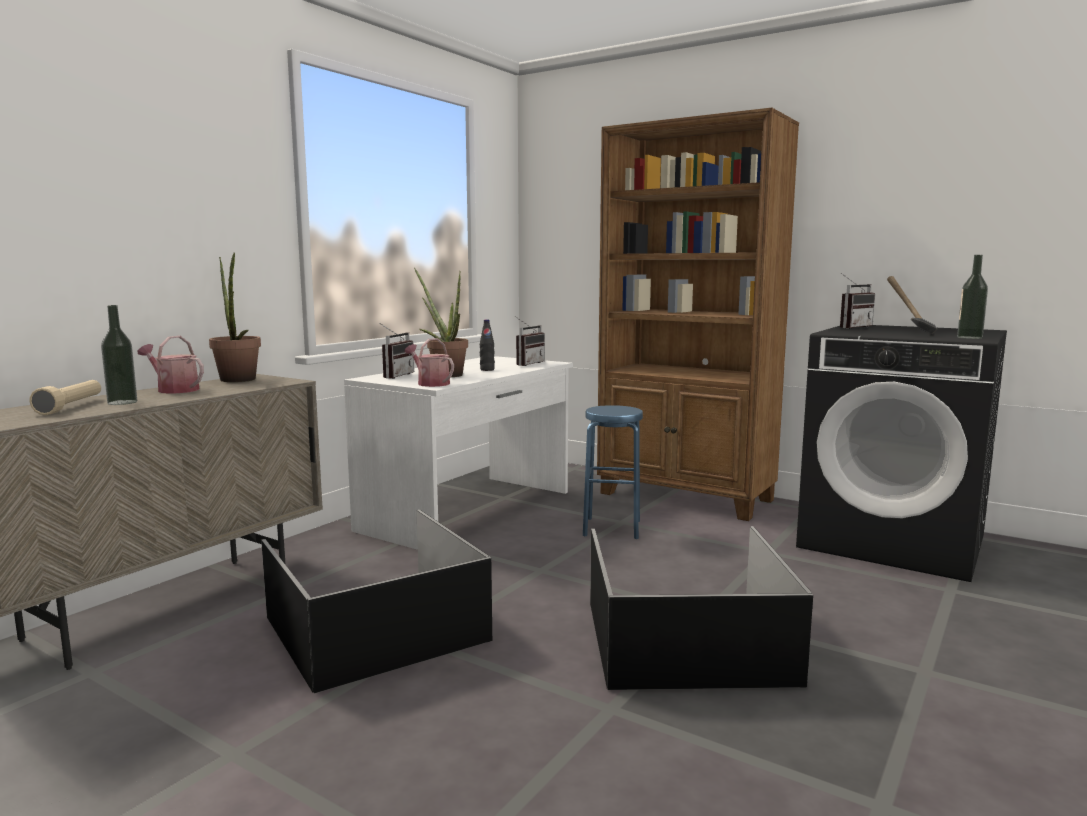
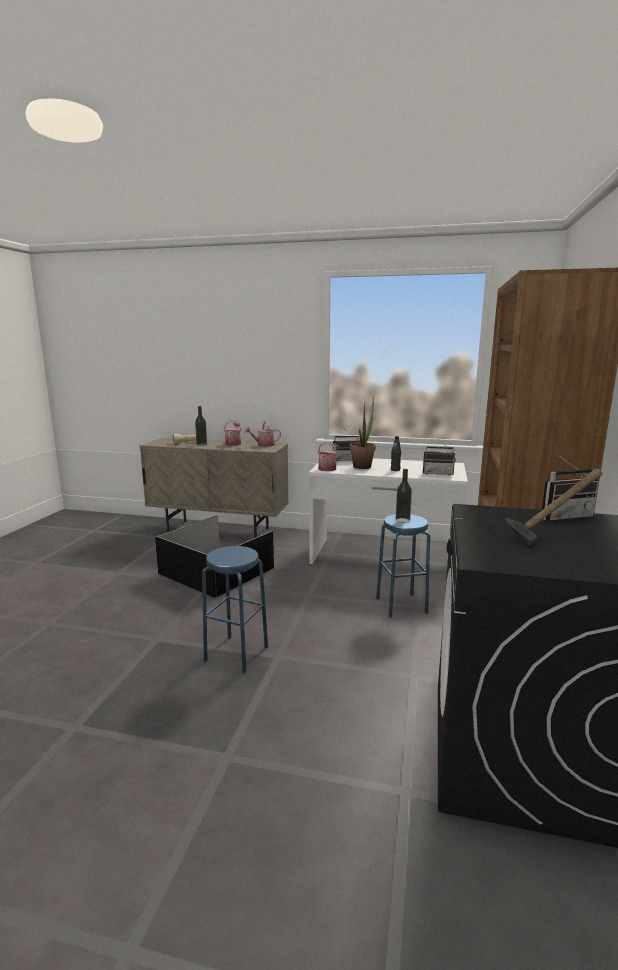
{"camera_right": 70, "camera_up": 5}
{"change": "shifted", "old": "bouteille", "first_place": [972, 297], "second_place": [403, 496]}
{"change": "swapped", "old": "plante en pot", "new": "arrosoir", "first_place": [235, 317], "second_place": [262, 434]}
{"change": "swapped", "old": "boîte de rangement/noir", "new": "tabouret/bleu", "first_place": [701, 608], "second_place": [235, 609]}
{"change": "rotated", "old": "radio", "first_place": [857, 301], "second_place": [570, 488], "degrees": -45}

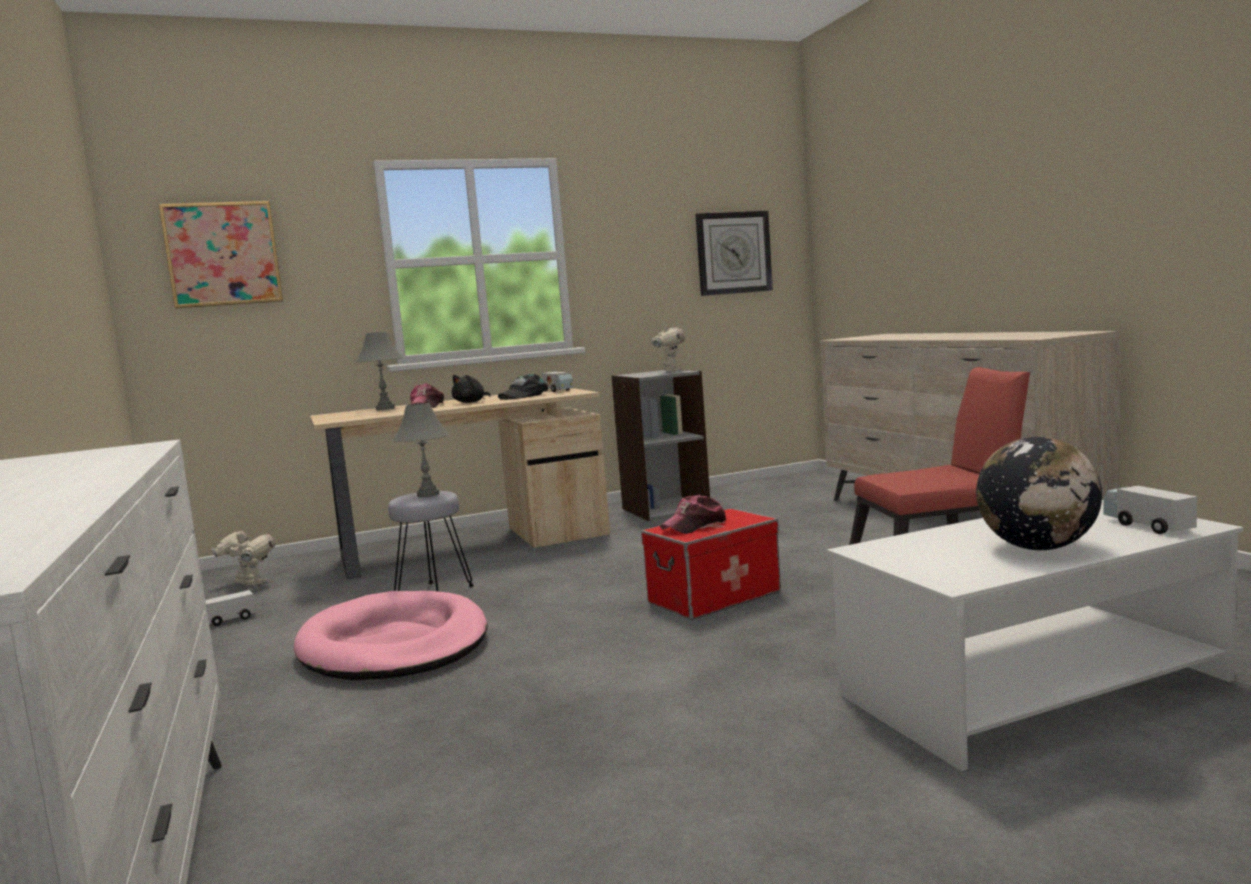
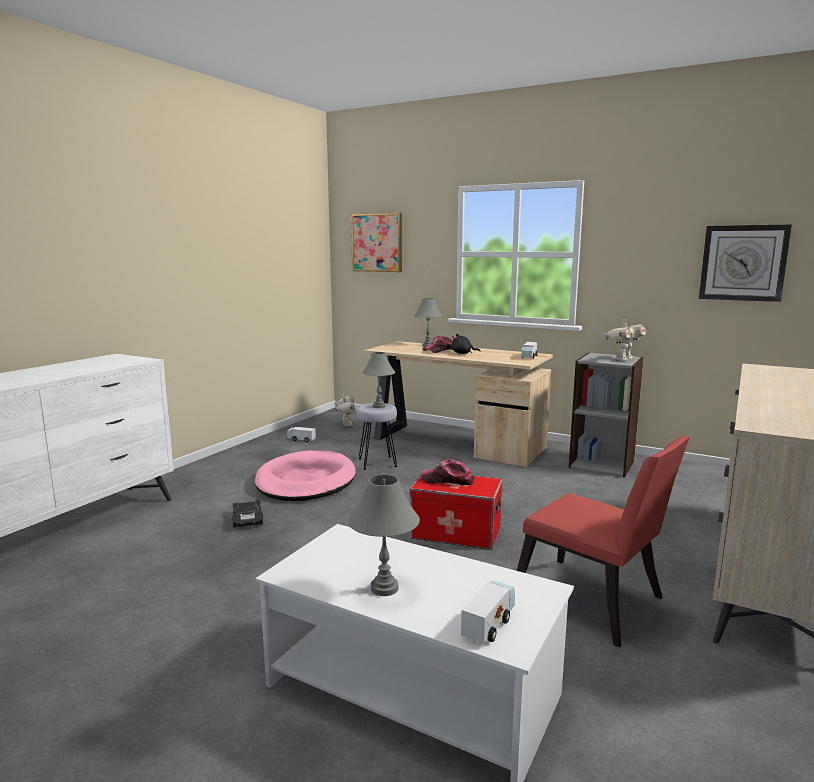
{"camera_right": 50, "camera_up": 5}
{"change": "gone", "old": "casquette/noir", "first_place": [522, 387]}
{"change": "new", "new": "petite voiture/noir", "second_place": [247, 514]}
{"change": "swapped", "old": "globe", "new": "lampe de table/gris", "first_place": [1039, 493], "second_place": [384, 535]}

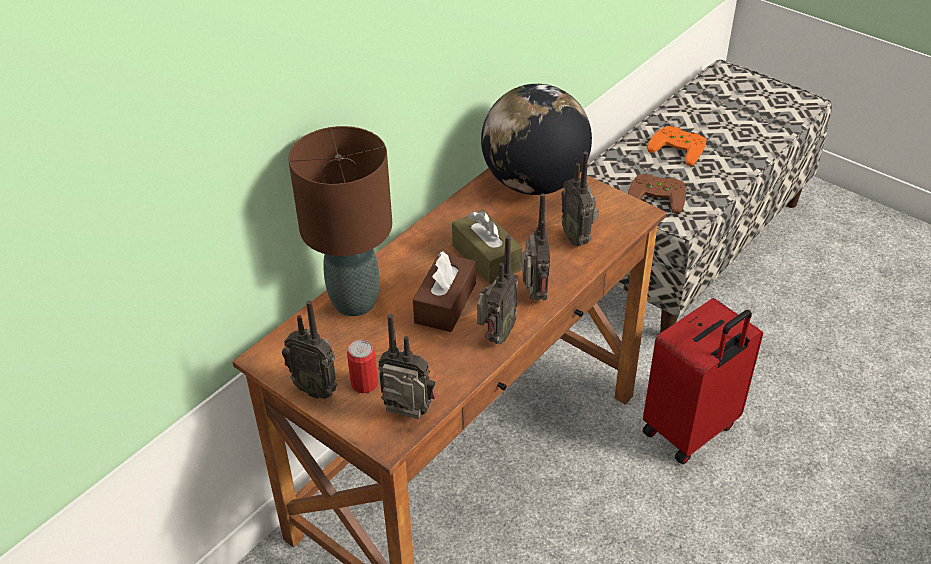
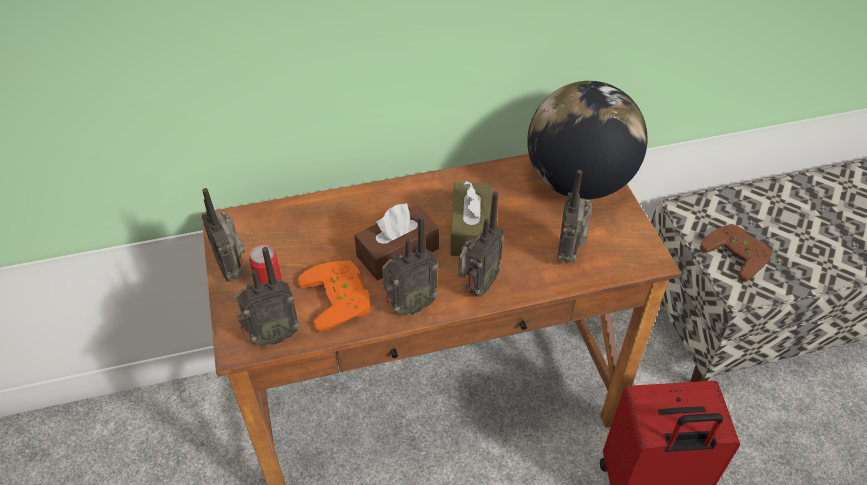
{"camera_right": 35, "camera_up": 5}
{"change": "gone", "old": "lampe de table/marron", "first_place": [340, 221]}
{"change": "shifted", "old": "manette/orange", "first_place": [676, 146], "second_place": [334, 296]}
{"change": "rotated", "old": "radio", "first_place": [407, 366], "second_place": [268, 296], "degrees": 105}

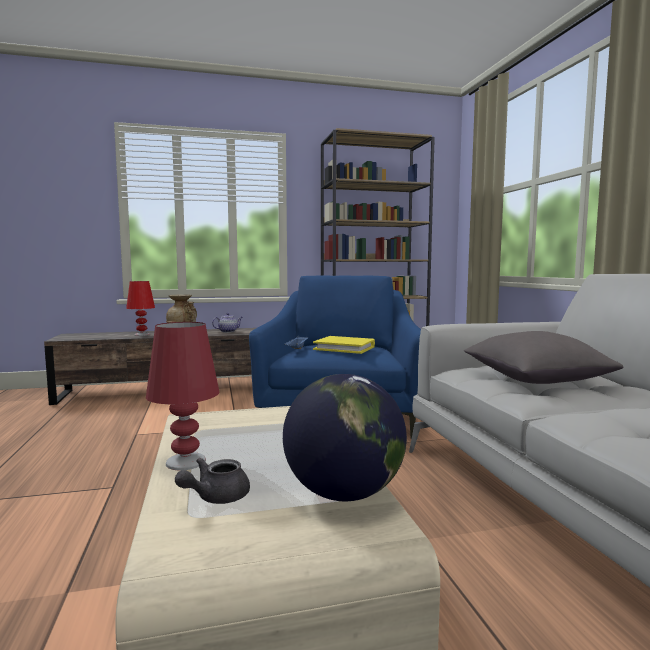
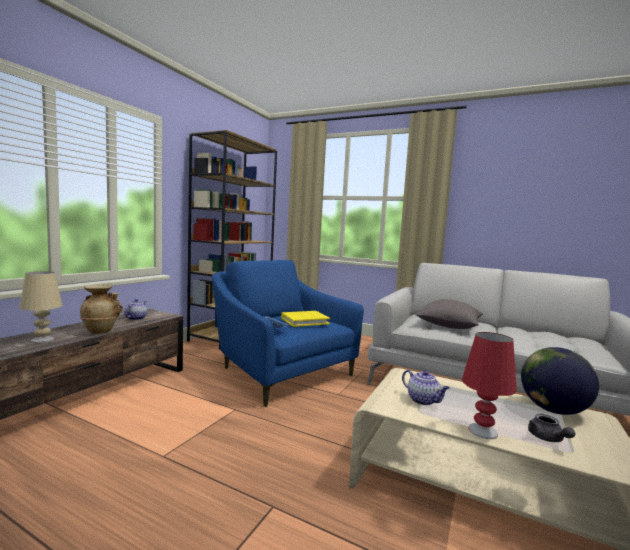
{"camera_right": -50, "camera_up": 0}
{"change": "new", "new": "théière", "second_place": [426, 387]}
{"change": "repainted", "old": "lampe de table/rouge", "new": "lampe de table/beige", "first_place": [140, 308], "second_place": [40, 307]}

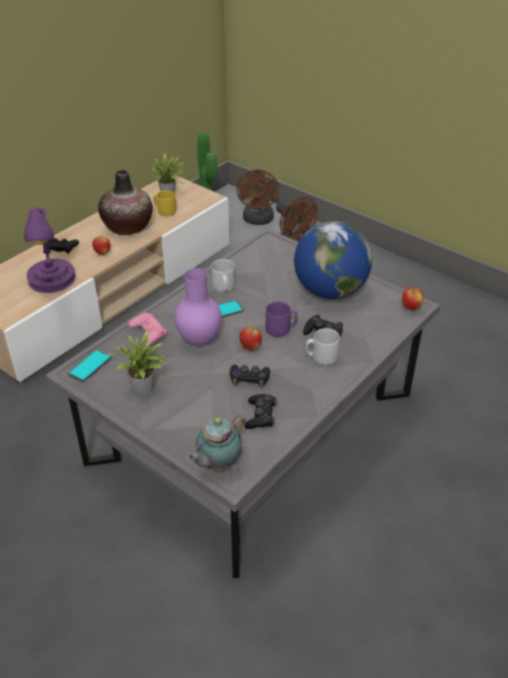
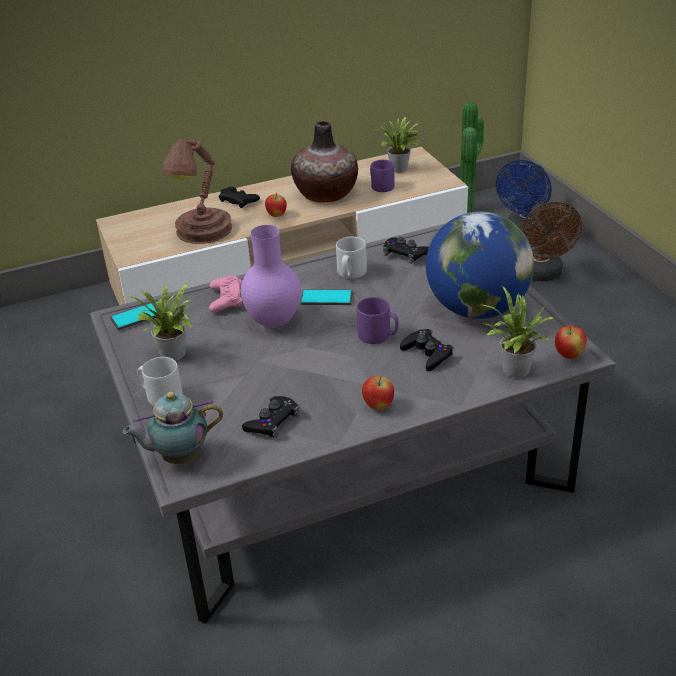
{"camera_right": 30, "camera_up": -5}
{"change": "new", "new": "plante en pot", "second_place": [518, 332]}
{"change": "shifted", "old": "manette/noir", "first_place": [250, 376], "second_place": [406, 250]}
{"change": "shifted", "old": "pomme", "first_place": [250, 338], "second_place": [378, 393]}
{"change": "shifted", "old": "mug/gris", "first_place": [323, 346], "second_place": [160, 381]}
{"change": "repainted", "old": "lampe de table/violet", "new": "lampe de table/marron", "first_place": [50, 250], "second_place": [197, 191]}
{"change": "repainted", "old": "mug/jaune", "new": "mug/violet", "first_place": [165, 203], "second_place": [382, 176]}
{"change": "repainted", "old": "ventilateur/marron", "new": "ventilateur/bleu", "first_place": [257, 197], "second_place": [524, 198]}

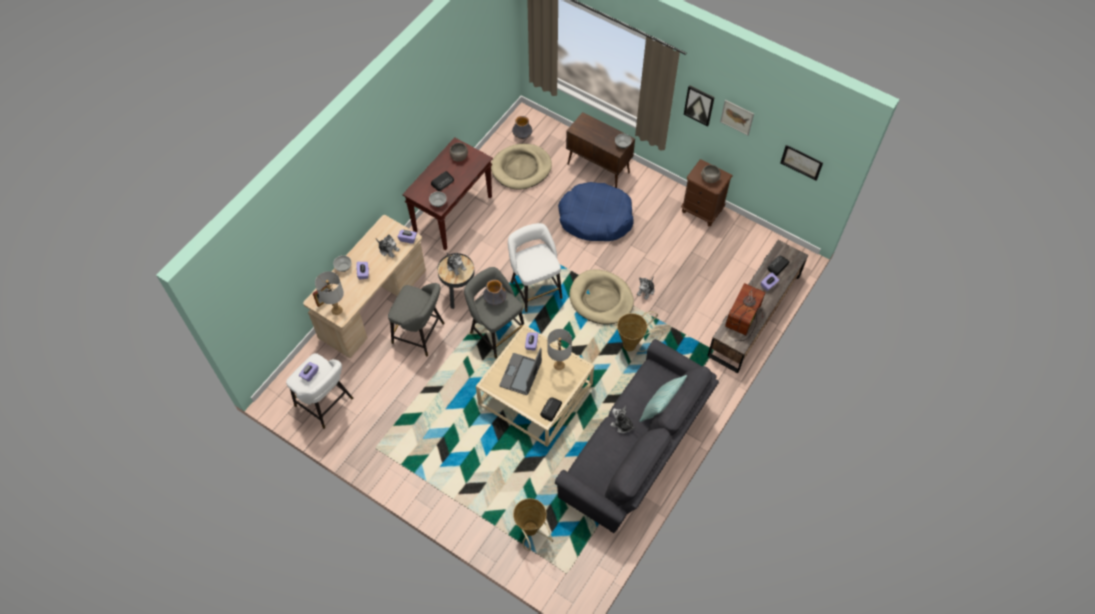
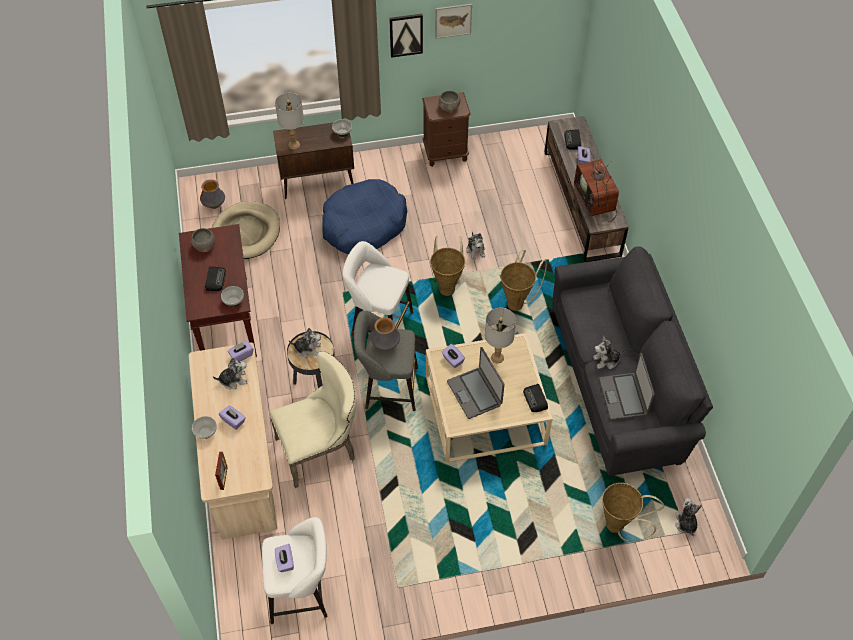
{"camera_right": -45, "camera_up": -5}
{"change": "gone", "old": "coussin", "first_place": [663, 398]}
{"change": "gone", "old": "tableau", "first_place": [801, 163]}
{"change": "new", "new": "ordinateur portable", "second_place": [627, 386]}
{"change": "new", "new": "peluche", "second_place": [688, 517]}
{"change": "shifted", "old": "lampe de table/gris", "first_place": [329, 293], "second_place": [289, 121]}
{"change": "swapped", "old": "tabouret/gris", "new": "chaise/beige", "first_place": [416, 319], "second_place": [312, 419]}
{"change": "swapped", "old": "panier pour chien/beige", "new": "panier", "first_place": [601, 297], "second_place": [447, 266]}

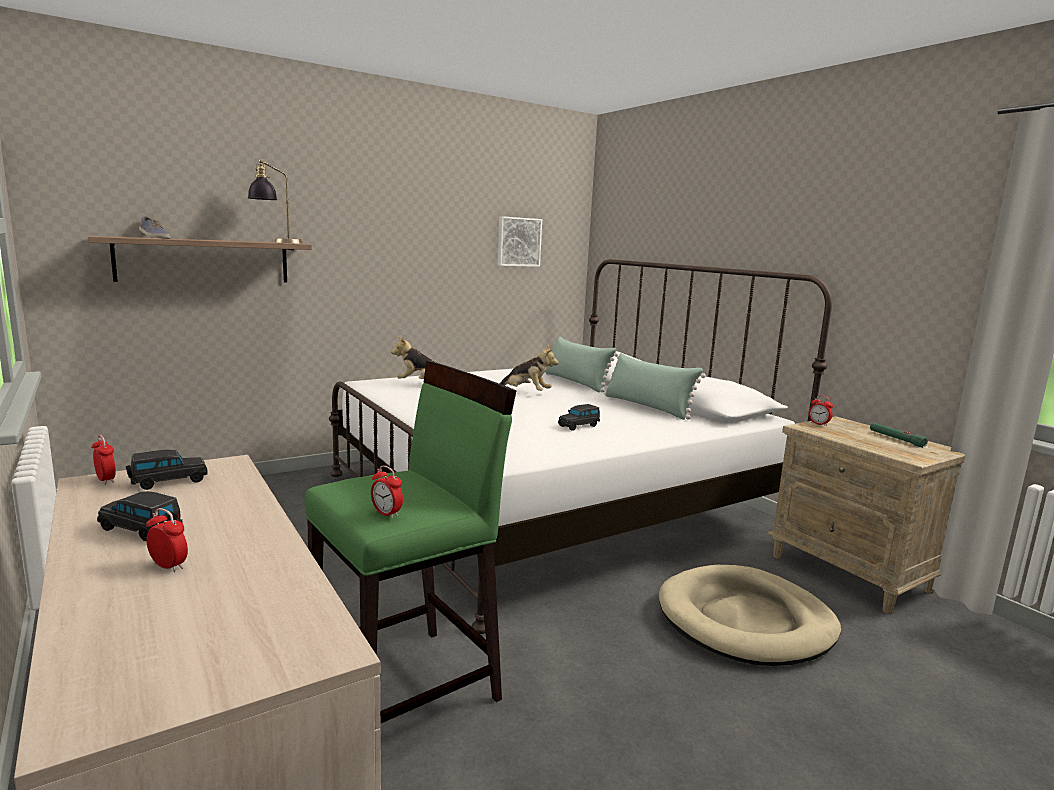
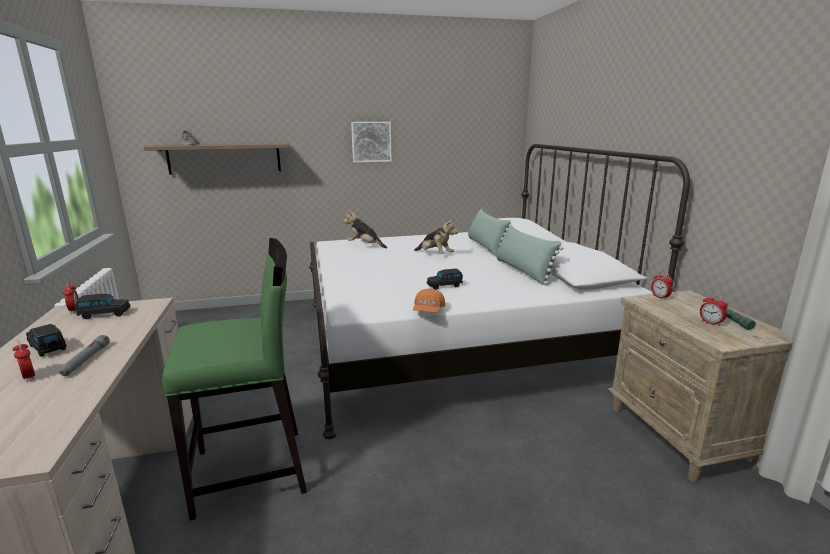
{"camera_right": 20, "camera_up": 5}
{"change": "gone", "old": "lampe de table", "first_place": [275, 201]}
{"change": "gone", "old": "panier pour chien/beige", "first_place": [750, 615]}
{"change": "new", "new": "lampe de poche/gris", "second_place": [84, 355]}
{"change": "new", "new": "casquette/orange", "second_place": [429, 300]}
{"change": "shifted", "old": "réveil", "first_place": [387, 491], "second_place": [714, 310]}
{"change": "shifted", "old": "tableau", "first_place": [520, 241], "second_place": [371, 142]}

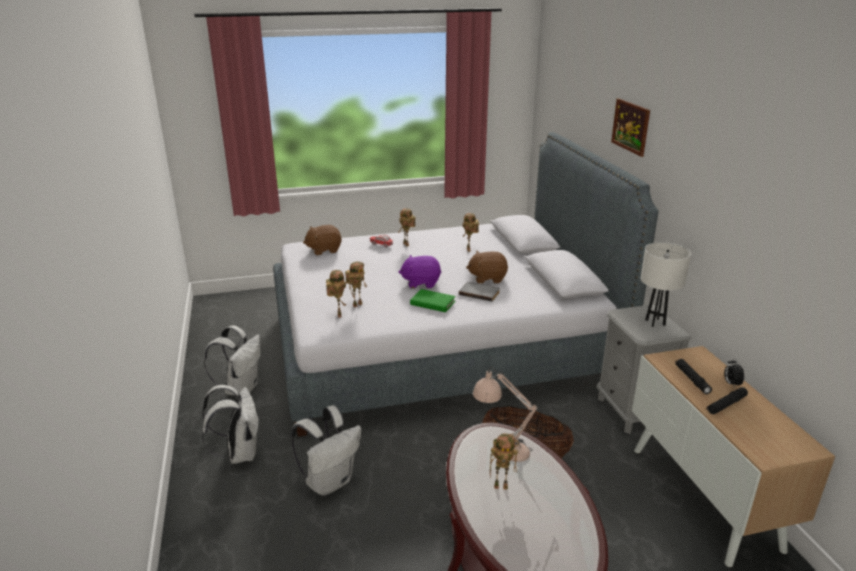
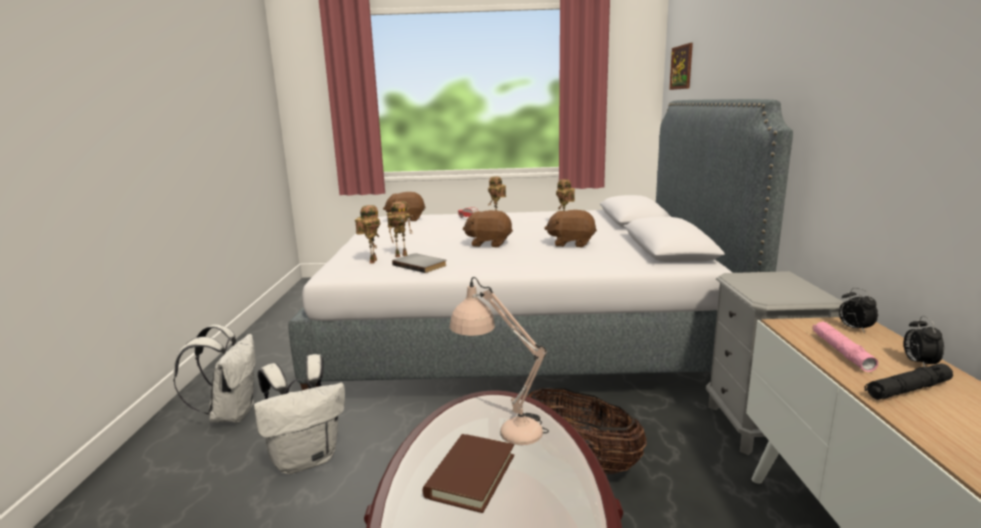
{"camera_right": 15, "camera_up": -10}
{"change": "gone", "old": "sac à dos/blanc", "first_place": [232, 360]}
{"change": "gone", "old": "livre/vert", "first_place": [433, 300]}
{"change": "gone", "old": "lampe de table/blanc", "first_place": [666, 284]}
{"change": "new", "new": "réveil", "second_place": [858, 310]}
{"change": "shifted", "old": "livre/gris", "first_place": [479, 292], "second_place": [419, 263]}
{"change": "shifted", "old": "tableau", "first_place": [630, 127], "second_place": [681, 66]}
{"change": "swapped", "old": "robot jouet", "new": "livre/marron", "first_place": [504, 461], "second_place": [468, 473]}
{"change": "repainted", "old": "peluche/violet", "new": "peluche/marron", "first_place": [420, 271], "second_place": [487, 228]}
{"change": "repainted", "old": "lampe de poche/noir", "new": "lampe de poche/rose", "first_place": [693, 376], "second_place": [845, 347]}

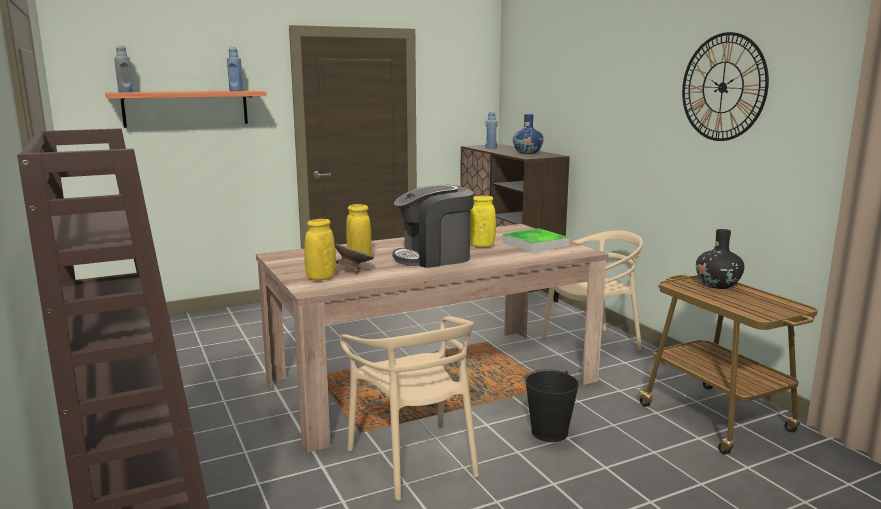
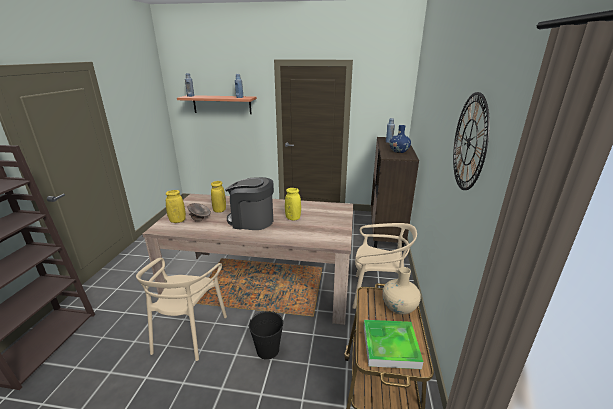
{"camera_right": 35, "camera_up": 10}
{"change": "shifted", "old": "plateau", "first_place": [536, 240], "second_place": [393, 344]}
{"change": "repainted", "old": "vase/noir", "new": "vase/beige", "first_place": [720, 259], "second_place": [401, 291]}

